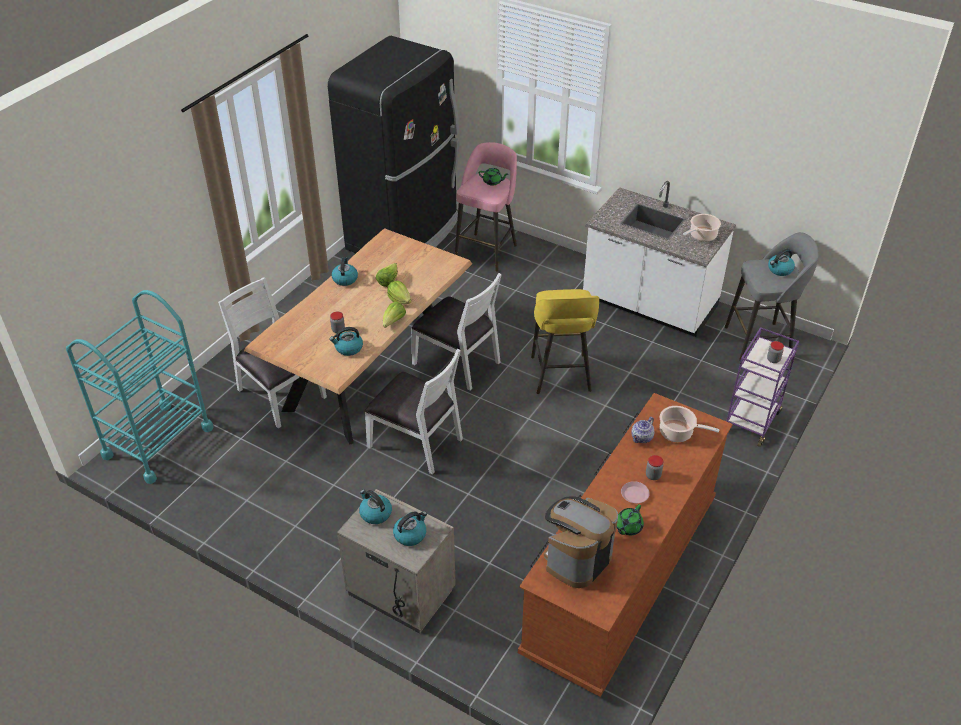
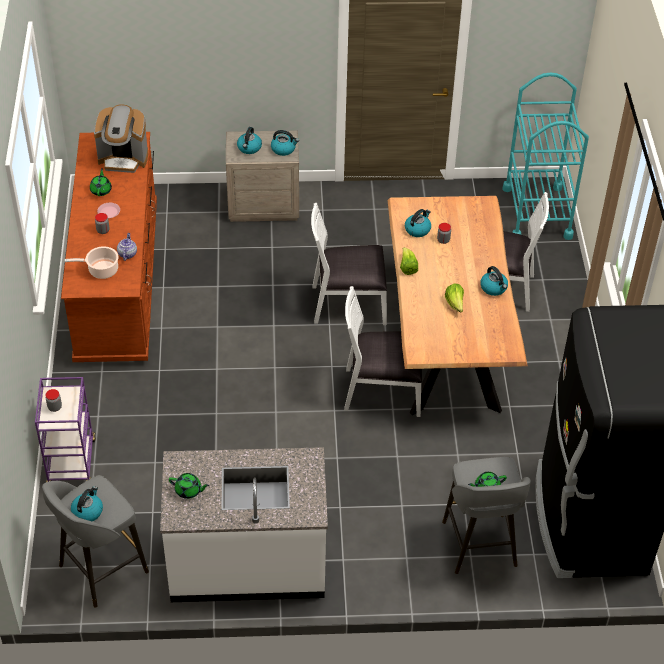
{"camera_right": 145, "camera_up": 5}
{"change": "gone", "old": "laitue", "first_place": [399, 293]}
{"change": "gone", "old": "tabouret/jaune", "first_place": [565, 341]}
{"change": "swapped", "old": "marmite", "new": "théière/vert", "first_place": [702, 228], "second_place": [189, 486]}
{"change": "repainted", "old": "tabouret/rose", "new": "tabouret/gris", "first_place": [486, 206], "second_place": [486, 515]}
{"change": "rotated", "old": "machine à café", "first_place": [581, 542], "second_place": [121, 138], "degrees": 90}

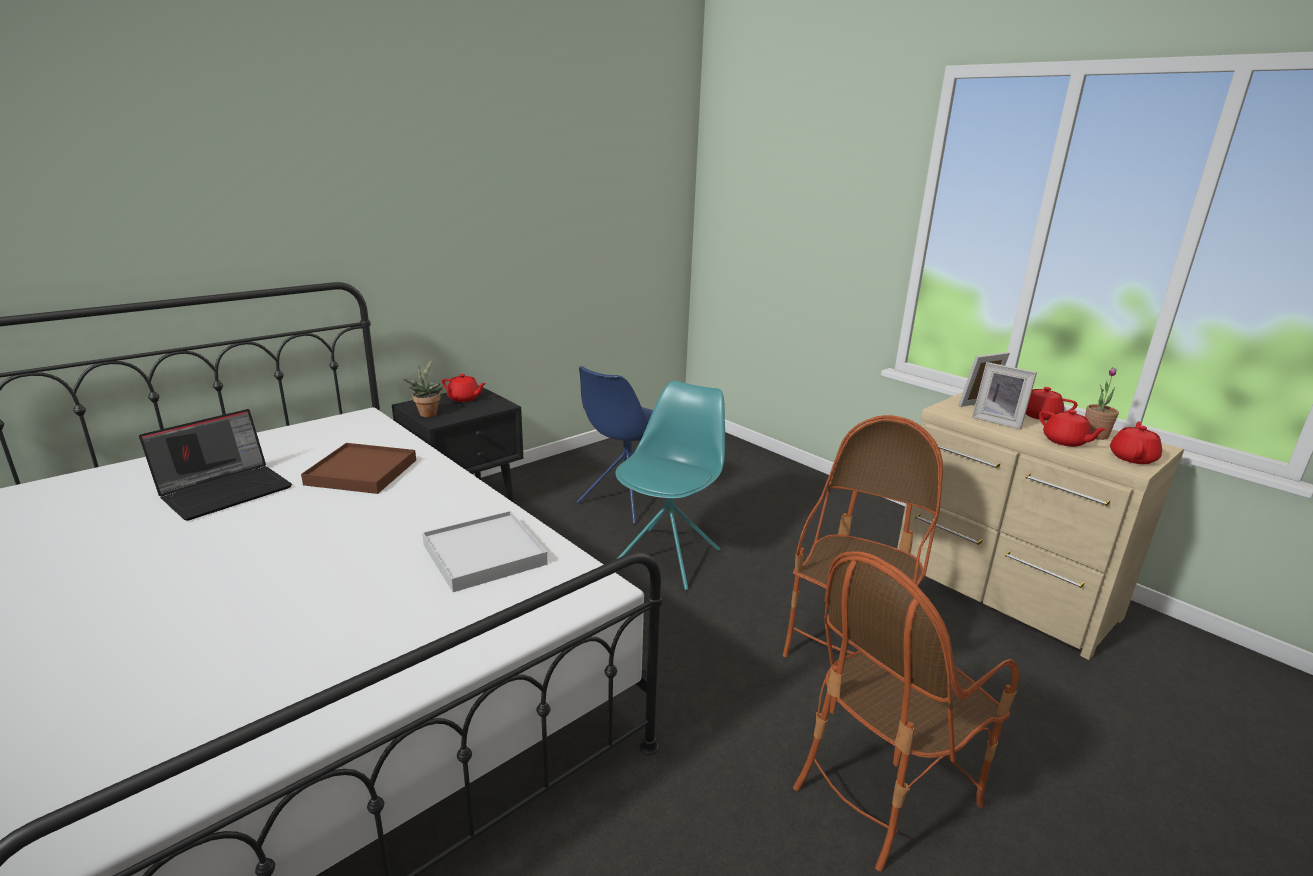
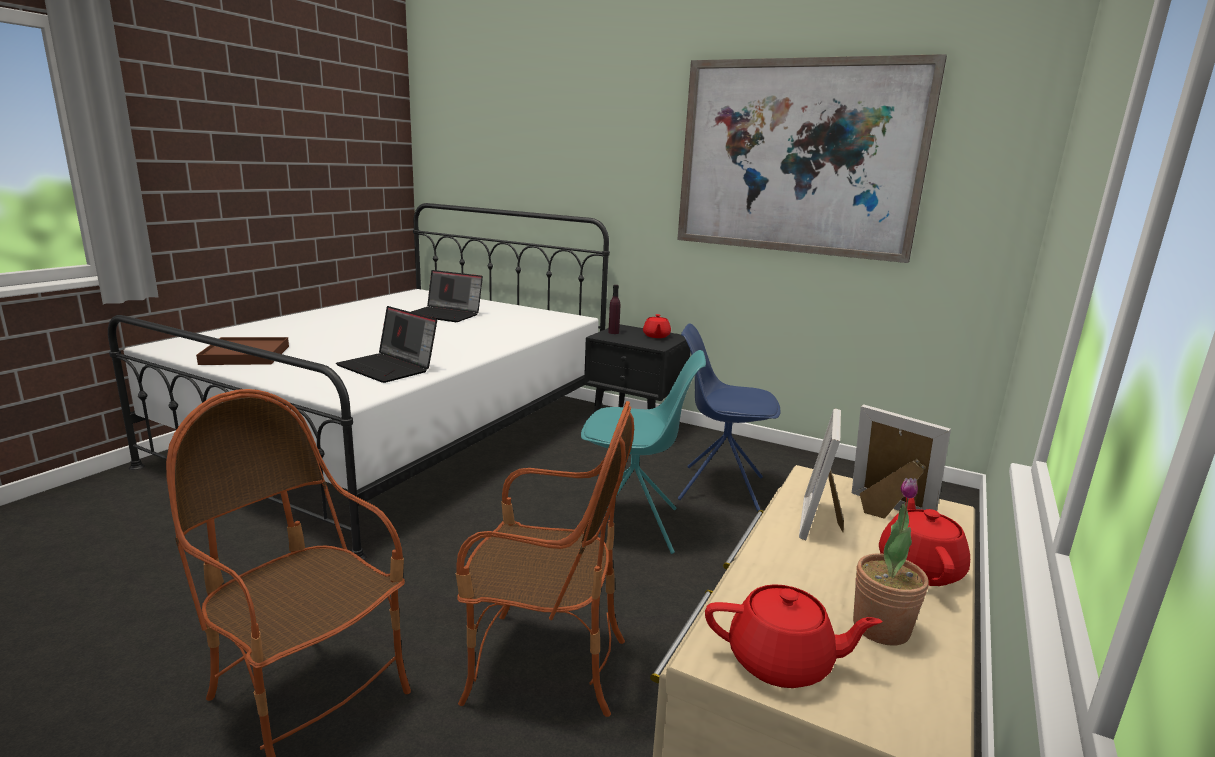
{"camera_right": 70, "camera_up": -5}
{"change": "gone", "old": "théière/rouge", "first_place": [1073, 428]}
{"change": "new", "new": "tableau", "second_place": [812, 158]}
{"change": "shifted", "old": "plateau/marron", "first_place": [358, 468], "second_place": [242, 351]}
{"change": "swapped", "old": "plante en pot", "new": "bouteille/violet", "first_place": [423, 388], "second_place": [614, 309]}
{"change": "swapped", "old": "plateau/blanc", "new": "ordinateur portable", "first_place": [485, 551], "second_place": [386, 344]}

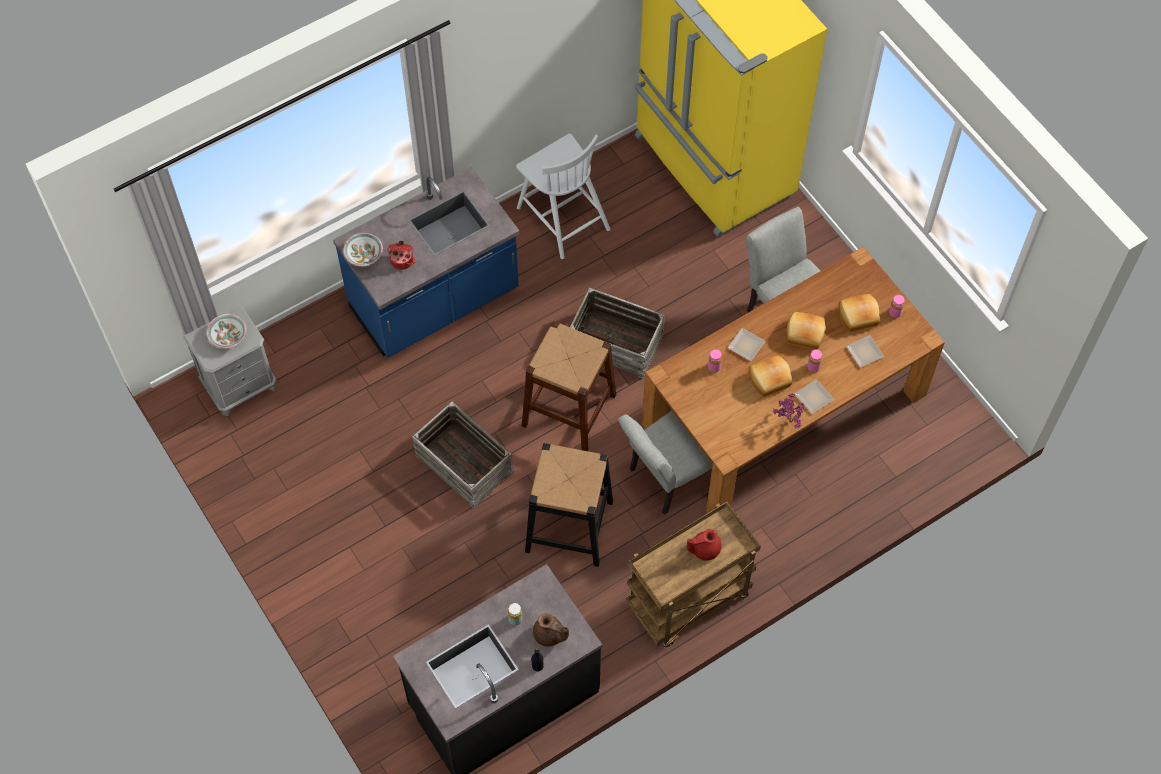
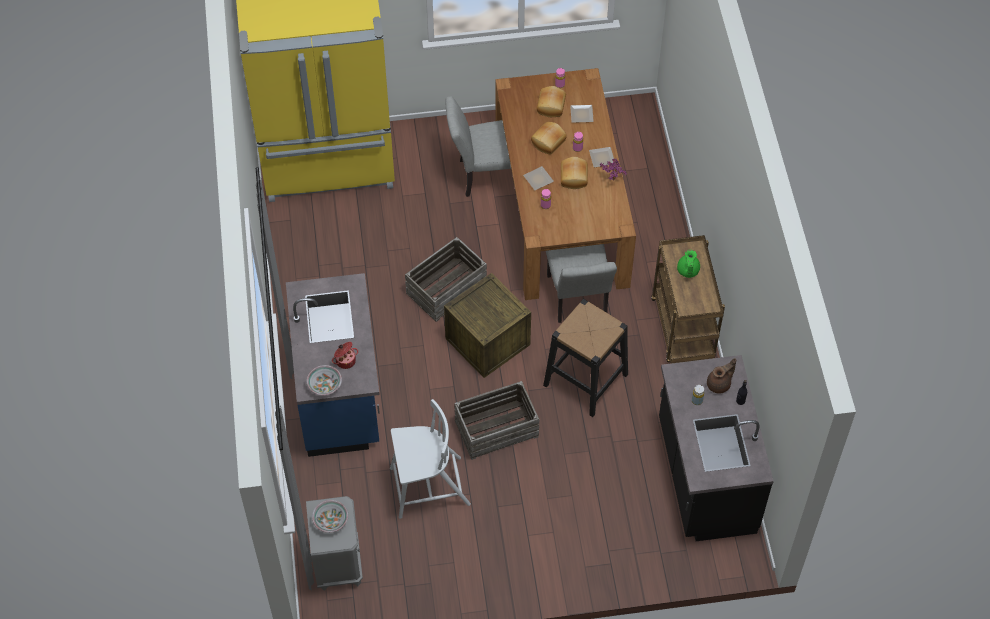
{"camera_right": -65, "camera_up": -5}
{"change": "shifted", "old": "chaise/blanc", "first_place": [563, 196], "second_place": [430, 459]}
{"change": "swapped", "old": "tabouret/marron", "new": "caisse", "first_place": [569, 386], "second_place": [487, 325]}
{"change": "repainted", "old": "théière/rouge", "new": "théière/vert", "first_place": [704, 545], "second_place": [688, 264]}

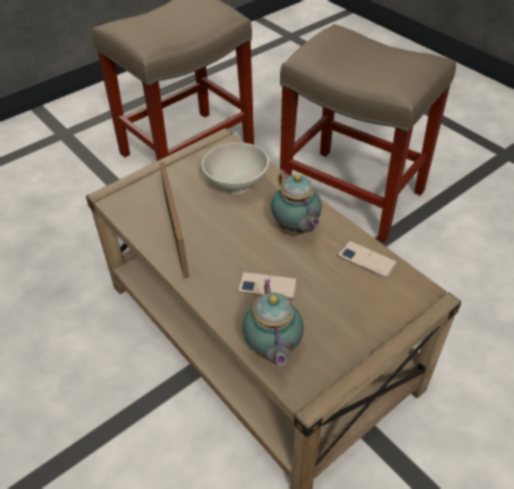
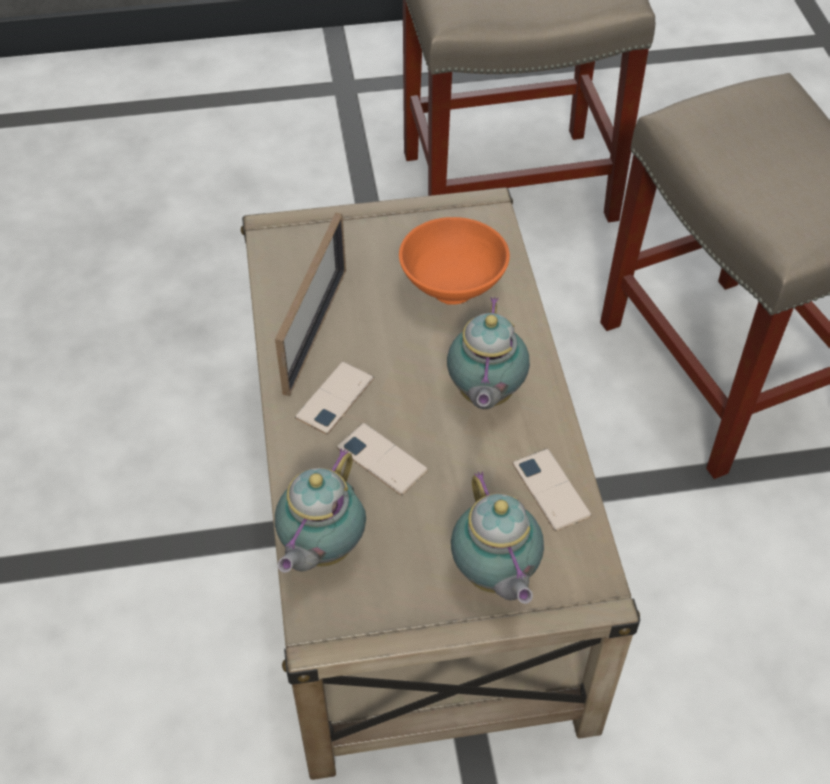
{"camera_right": 30, "camera_up": 5}
{"change": "new", "new": "téléphone", "second_place": [334, 397]}
{"change": "new", "new": "théière", "second_place": [497, 537]}
{"change": "repainted", "old": "bol/blanc", "new": "bol/orange", "first_place": [235, 168], "second_place": [454, 261]}

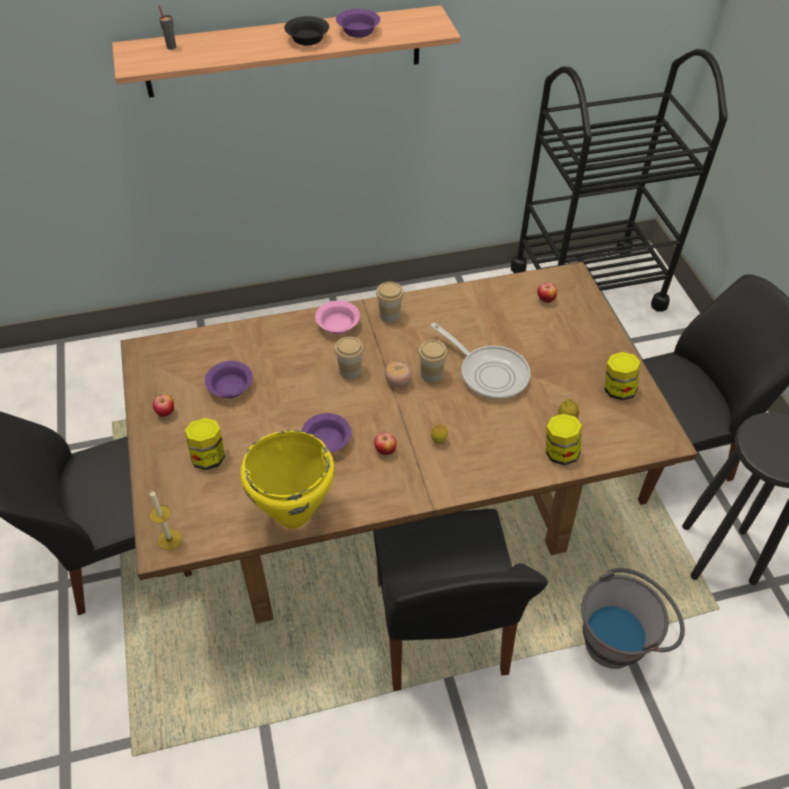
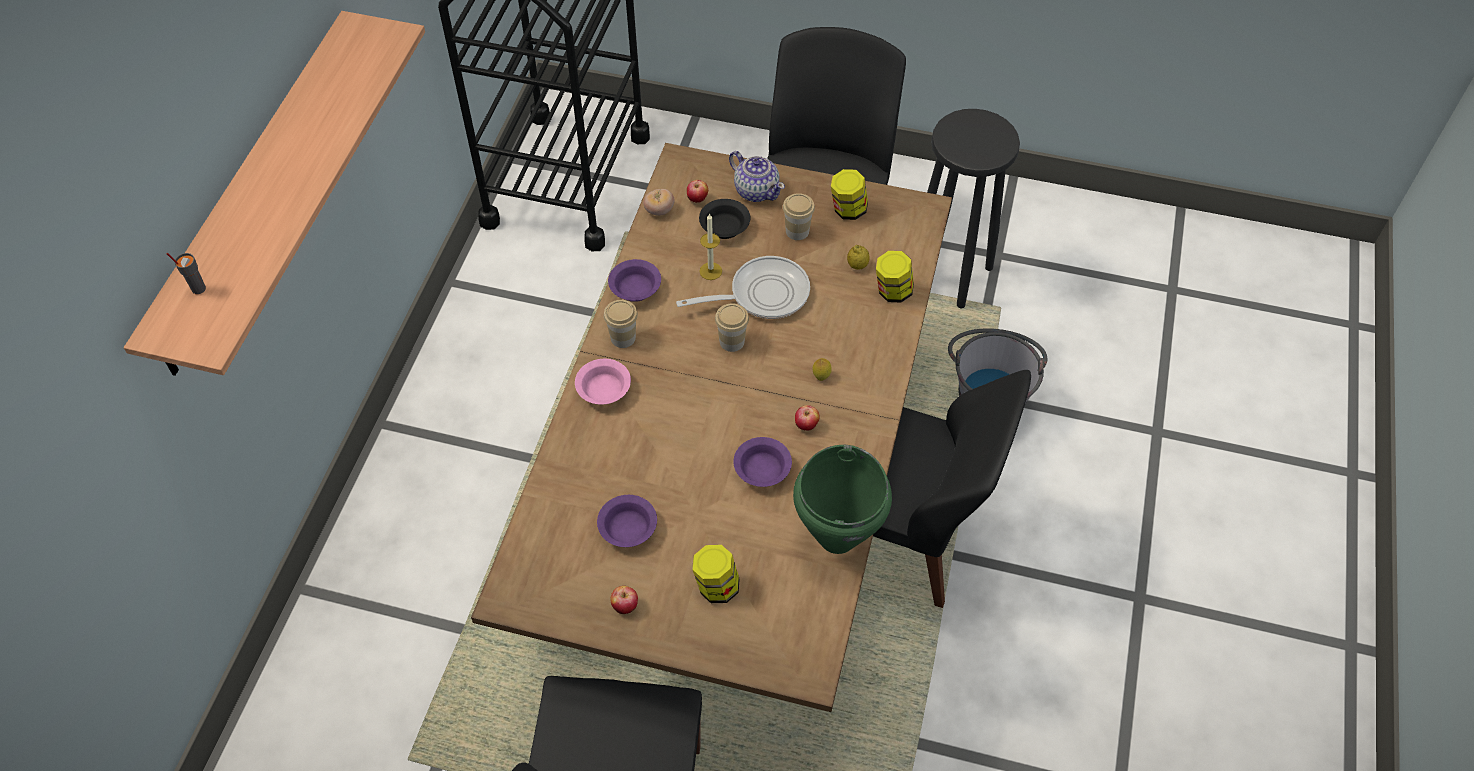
{"camera_right": -60, "camera_up": 5}
{"change": "new", "new": "théière", "second_place": [757, 176]}
{"change": "shifted", "old": "bougie", "first_place": [165, 520], "second_place": [710, 246]}
{"change": "shifted", "old": "bol/noir", "first_place": [306, 31], "second_place": [724, 219]}
{"change": "shifted", "old": "tasse", "first_place": [349, 358], "second_place": [799, 216]}
{"change": "shifted", "old": "bol/violet", "first_place": [358, 23], "second_place": [634, 280]}
{"change": "shifted", "old": "tomate", "first_place": [398, 374], "second_place": [659, 202]}
{"change": "repainted", "old": "marmite/jaune", "new": "marmite/vert", "first_place": [287, 479], "second_place": [842, 499]}

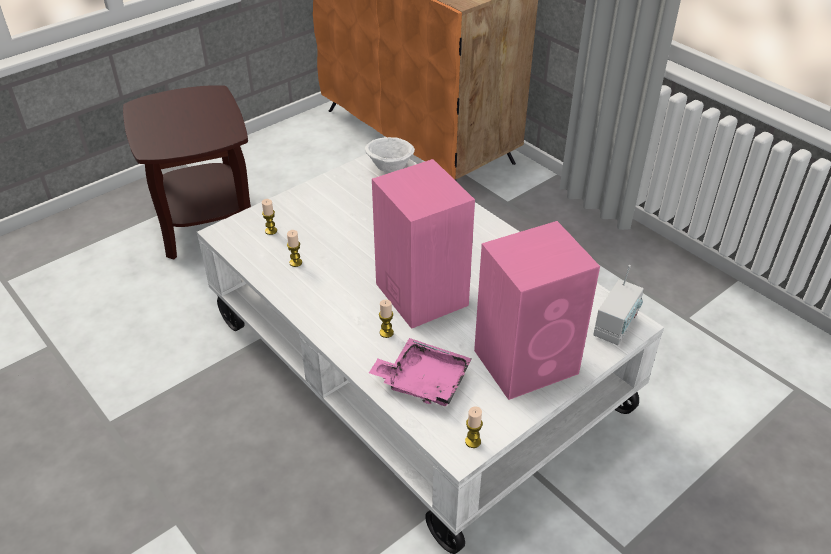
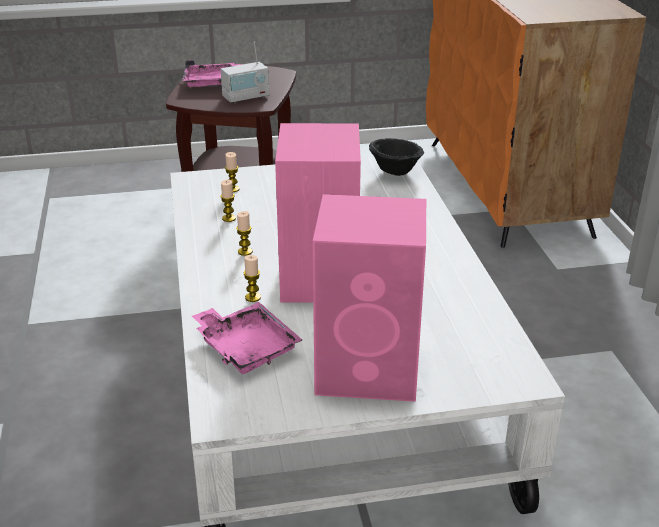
{"camera_right": 30, "camera_up": -10}
{"change": "new", "new": "plateau/rose", "second_place": [212, 73]}
{"change": "shifted", "old": "bougie", "first_place": [474, 427], "second_place": [244, 233]}
{"change": "shifted", "old": "radio", "first_place": [618, 305], "second_place": [245, 72]}
{"change": "repainted", "old": "bol/blanc", "new": "bol/noir", "first_place": [390, 154], "second_place": [396, 157]}

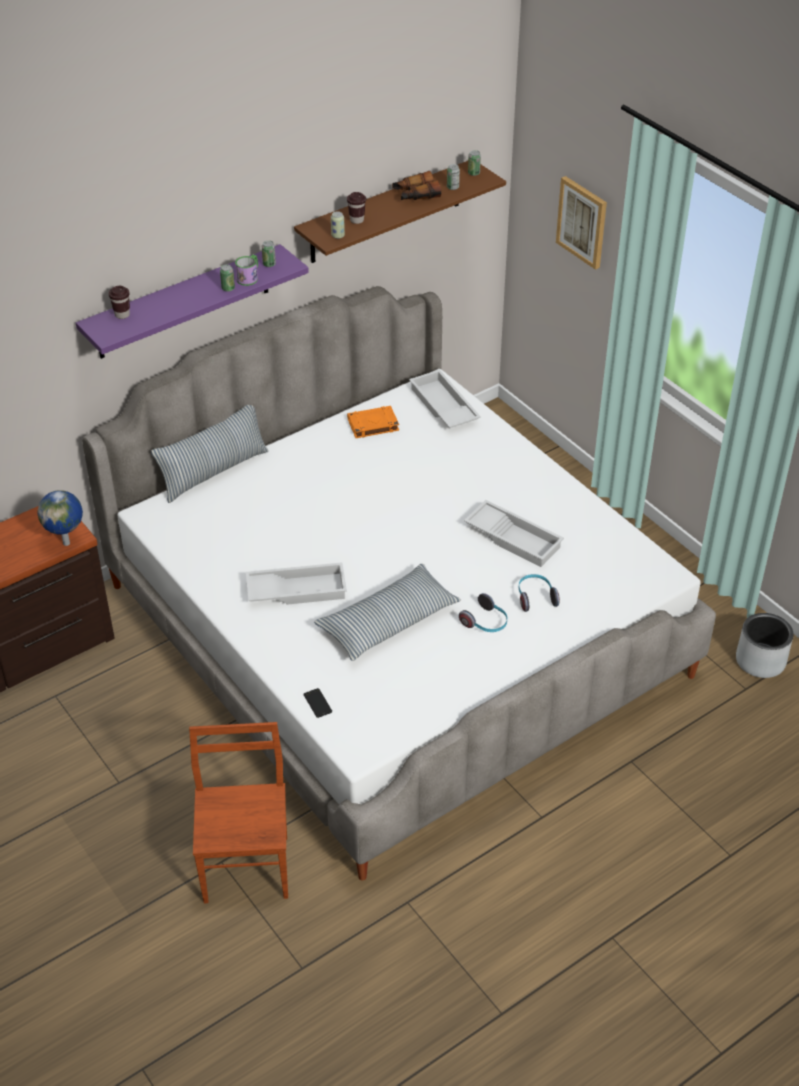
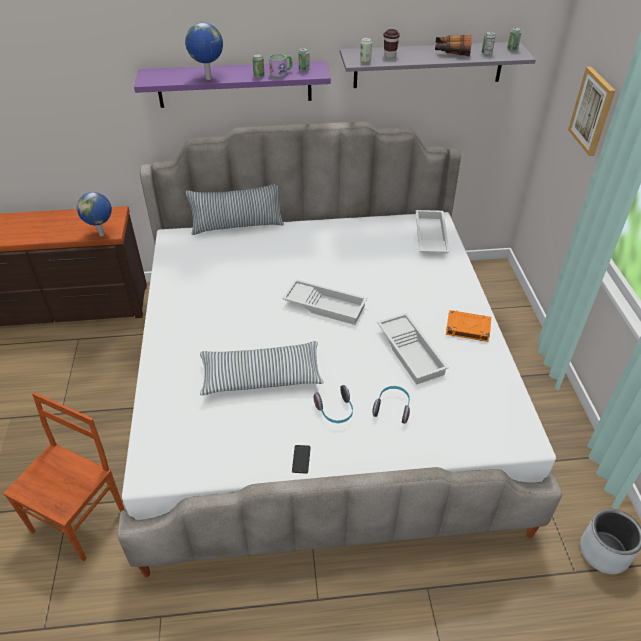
{"camera_right": 30, "camera_up": 0}
{"change": "gone", "old": "tasse/marron", "first_place": [119, 302]}
{"change": "new", "new": "globe", "second_place": [204, 51]}
{"change": "shifted", "old": "plateau/blanc", "first_place": [296, 583], "second_place": [324, 302]}
{"change": "shifted", "old": "téléphone", "first_place": [318, 703], "second_place": [301, 459]}
{"change": "shifted", "old": "livre/orange", "first_place": [373, 422], "second_place": [468, 326]}
{"change": "repainted", "old": "étagère/marron", "new": "étagère/gris", "first_place": [400, 212], "second_place": [438, 65]}

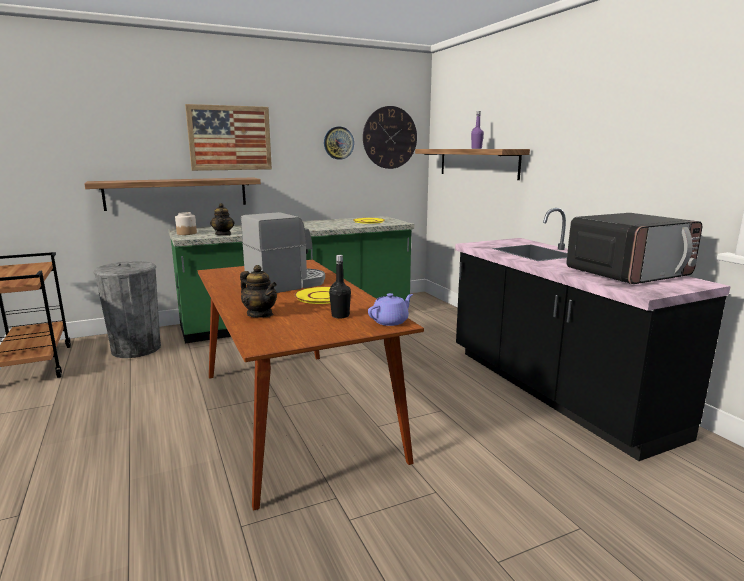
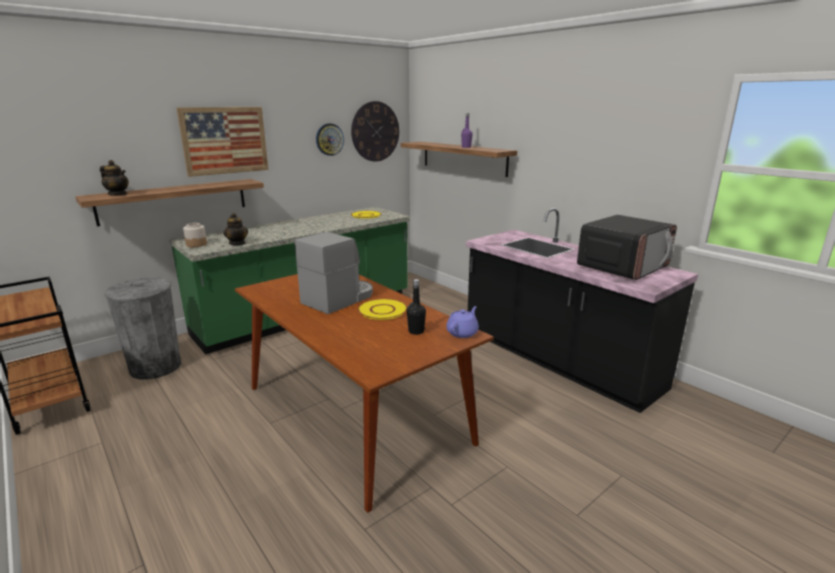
{"camera_right": -15, "camera_up": 5}
{"change": "shifted", "old": "théière", "first_place": [258, 291], "second_place": [114, 177]}

